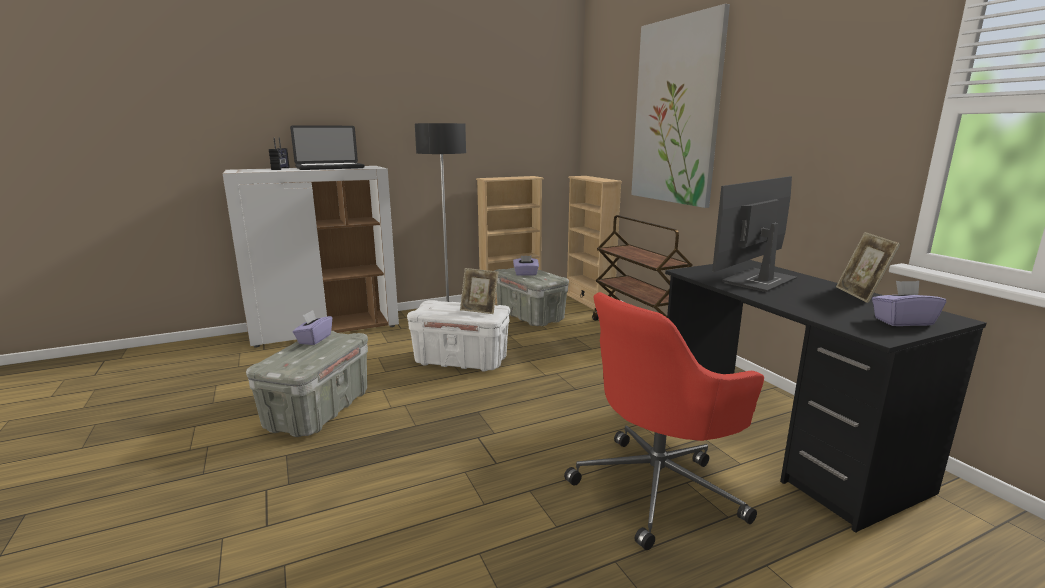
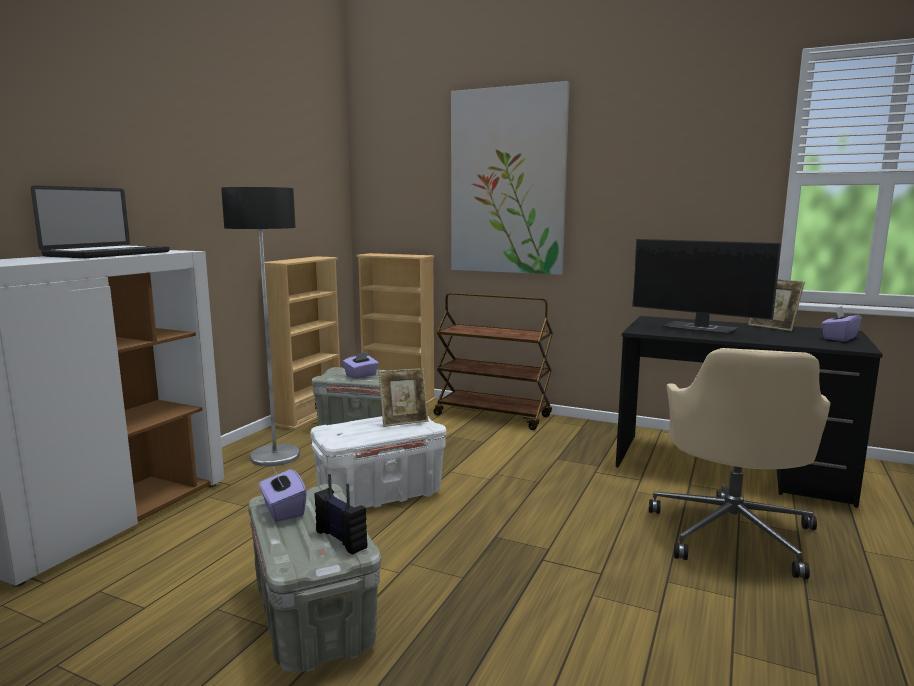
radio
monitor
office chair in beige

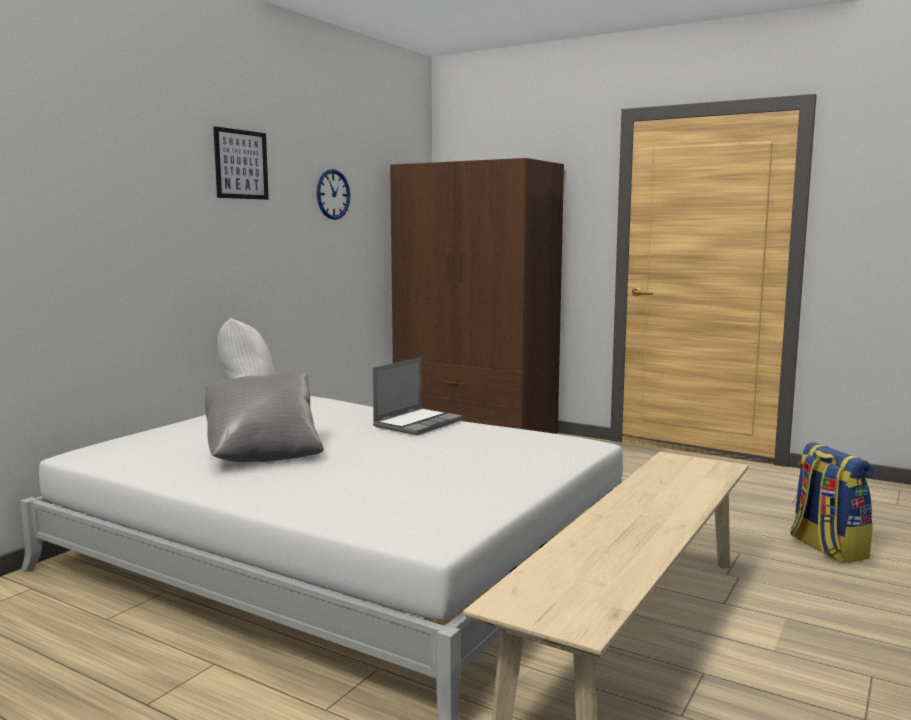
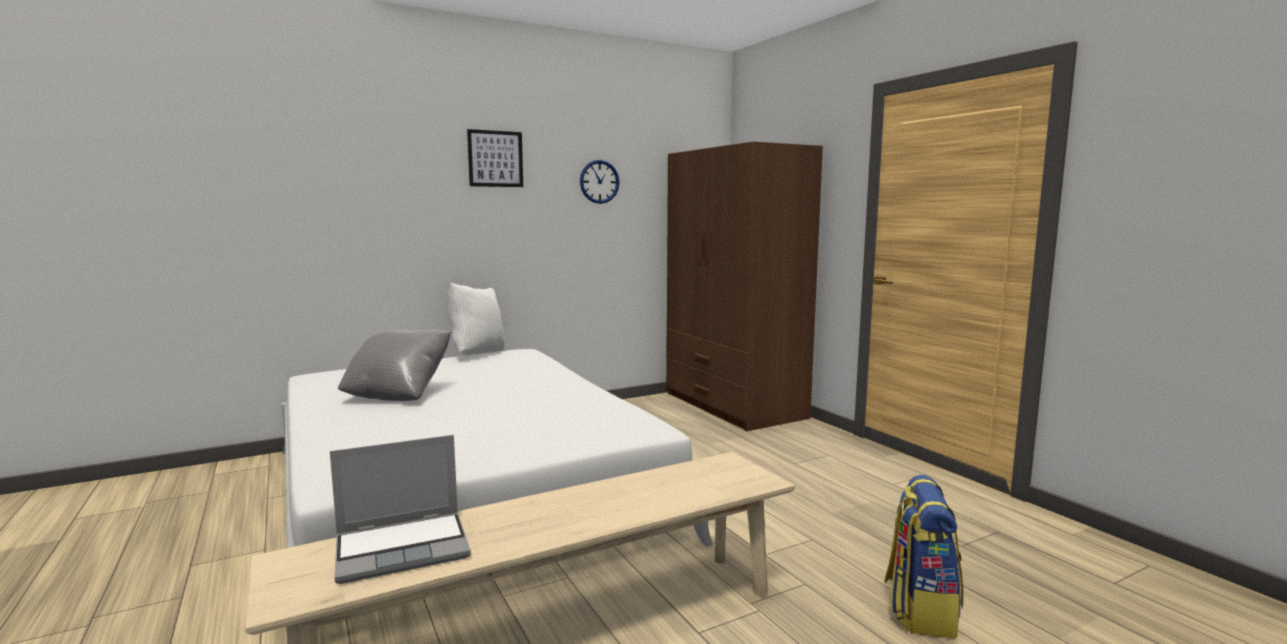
laptop

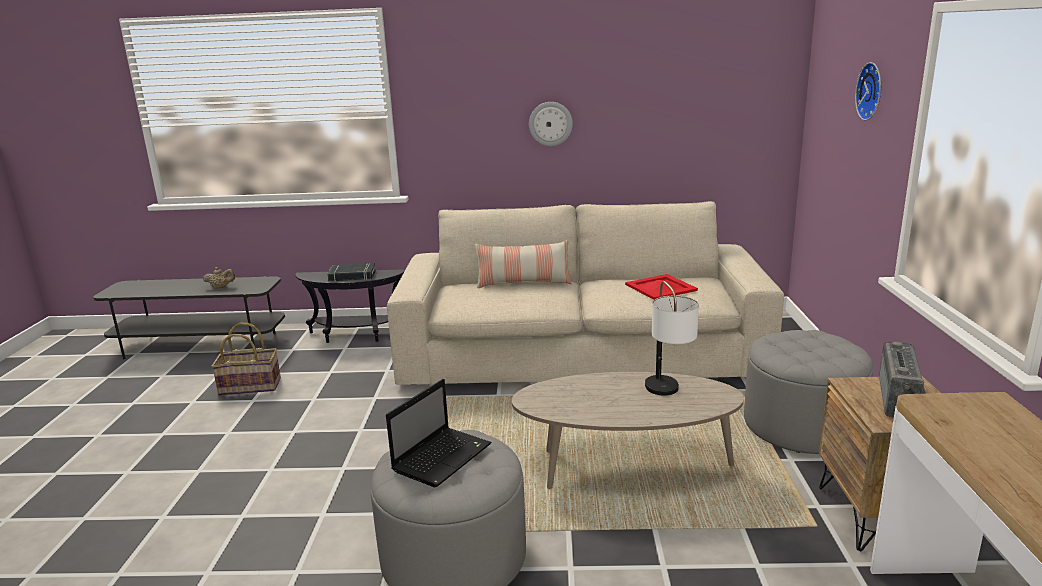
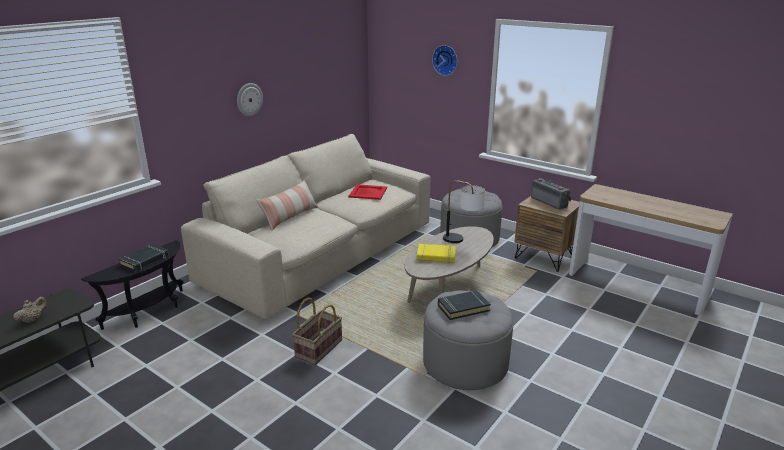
basket
book in black (no. 2 from left)
book in yellow

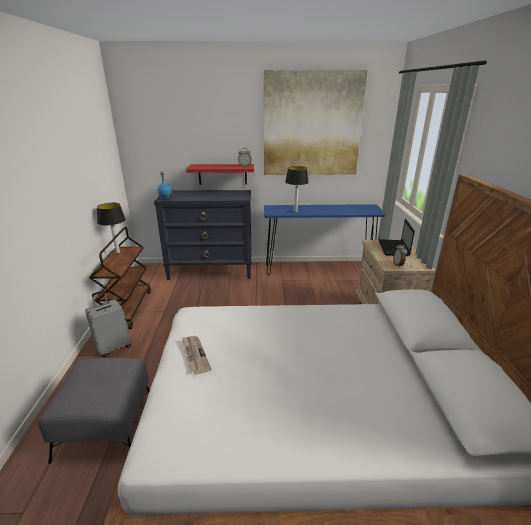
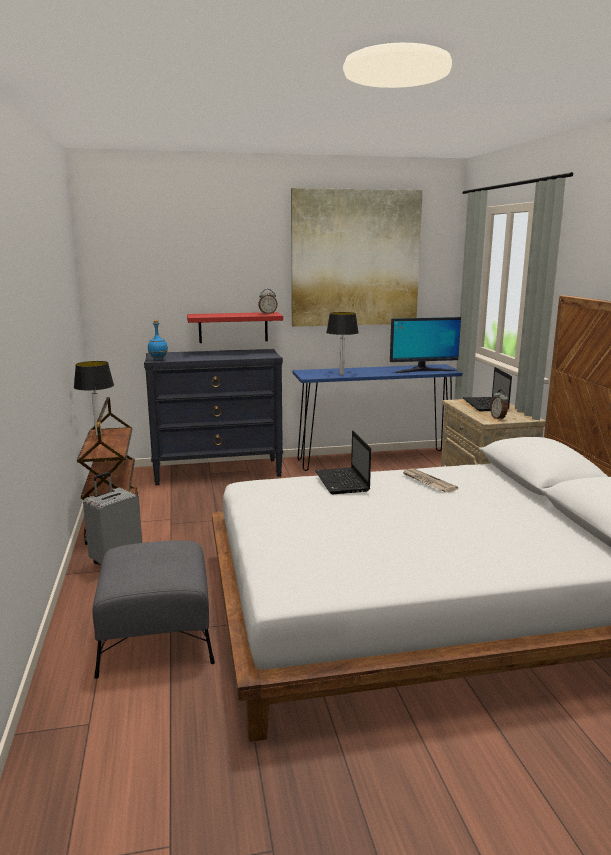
newspaper
monitor
laptop (no. 1 from left)

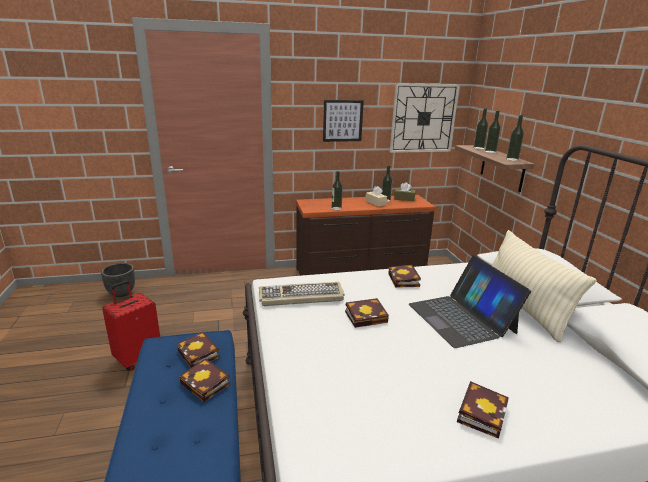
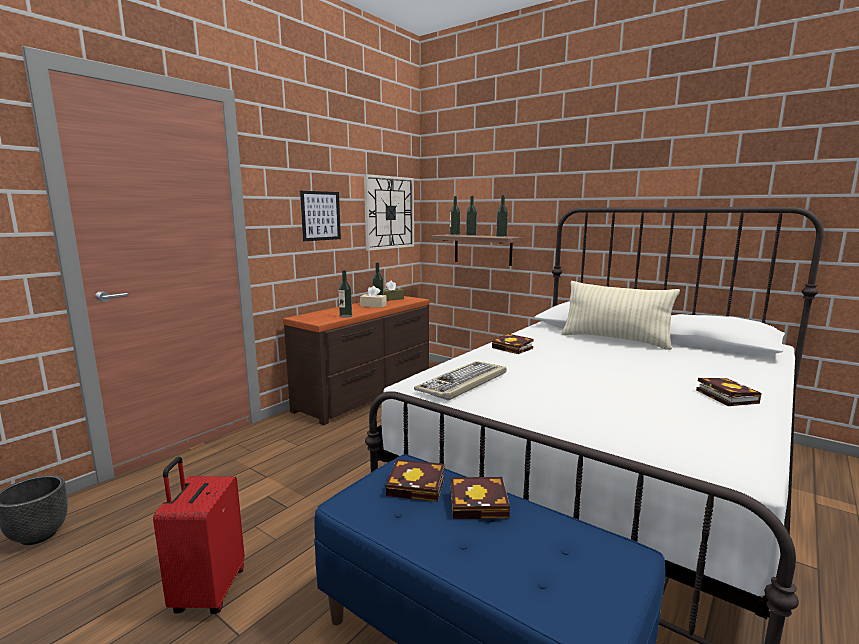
laptop
book (no. 3 from left in the first image)

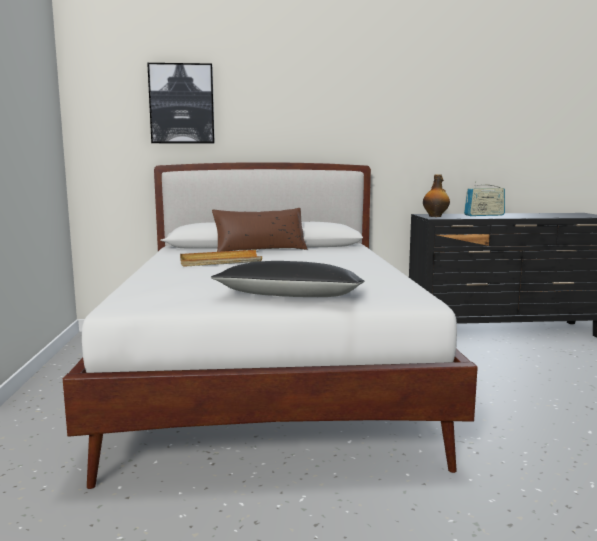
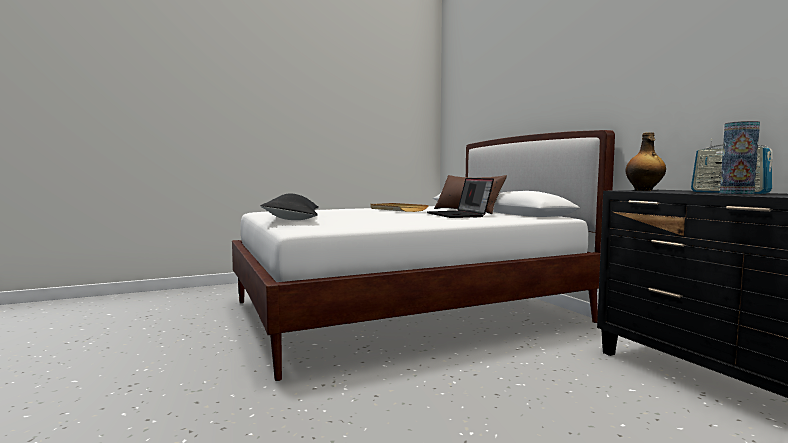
picture
vase
laptop

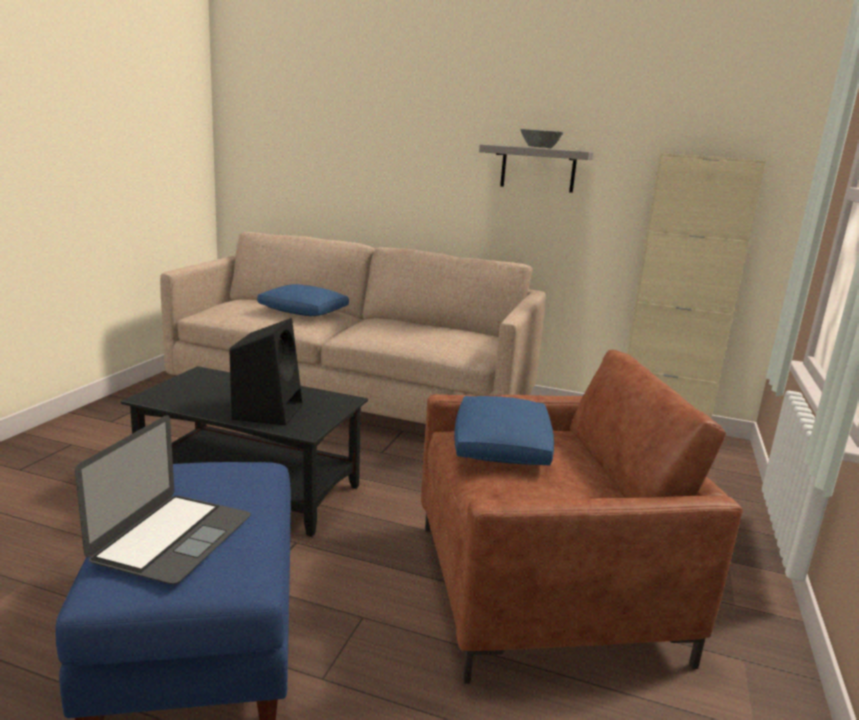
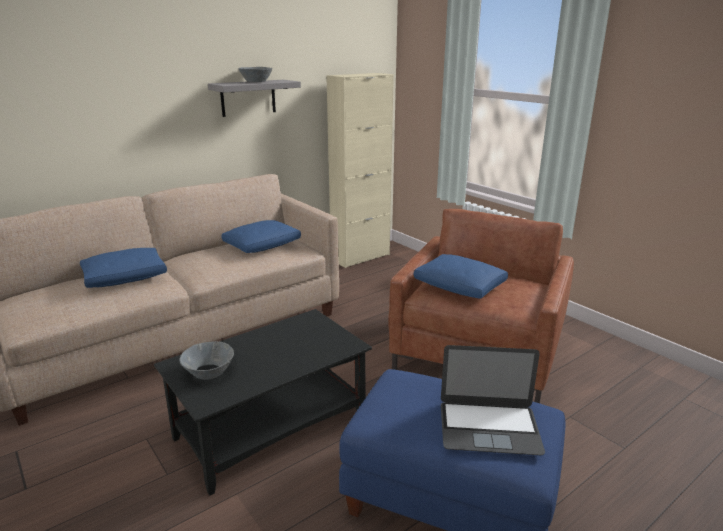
speaker in black
laptop
pillow in blue (no. 2 from left)
bowl in grey (no. 1 from left)

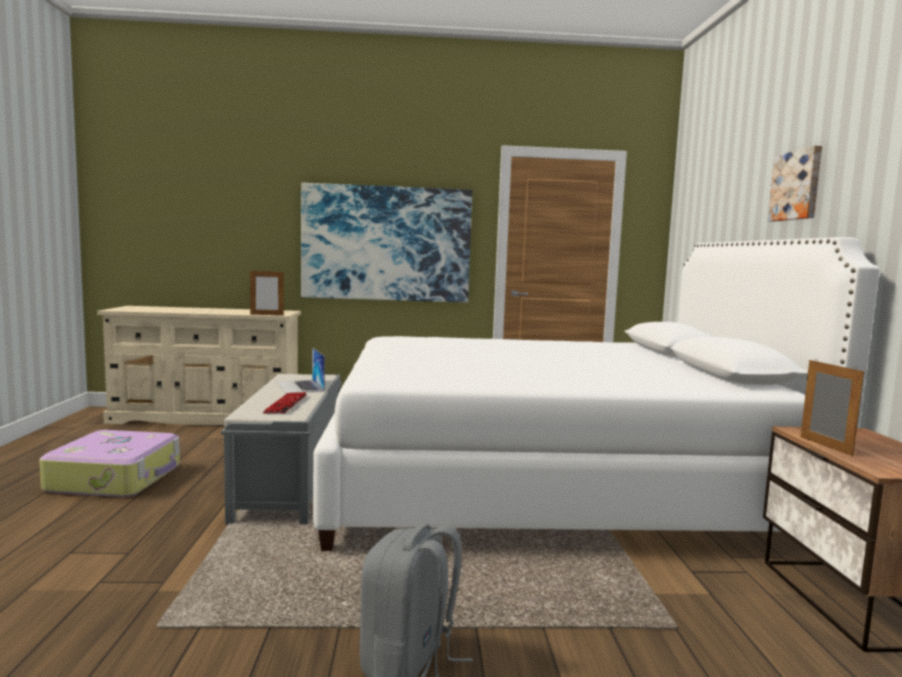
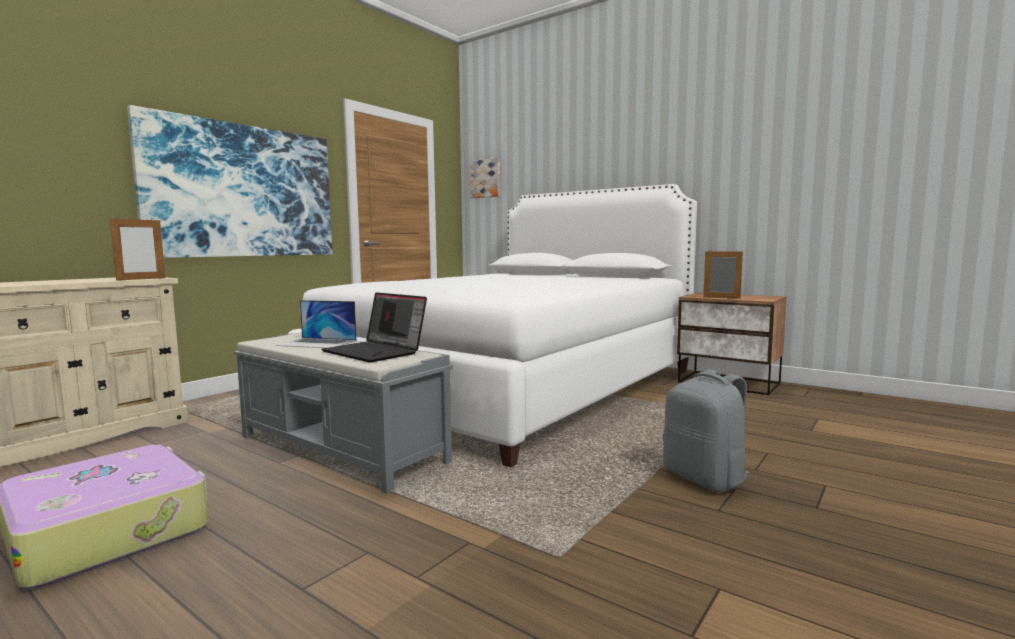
picture (no. 2 from left)
laptop (no. 2 from left)

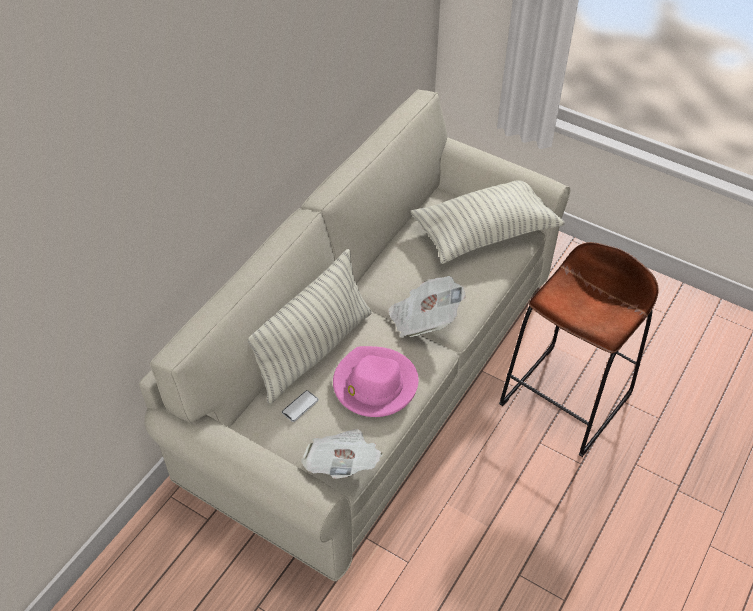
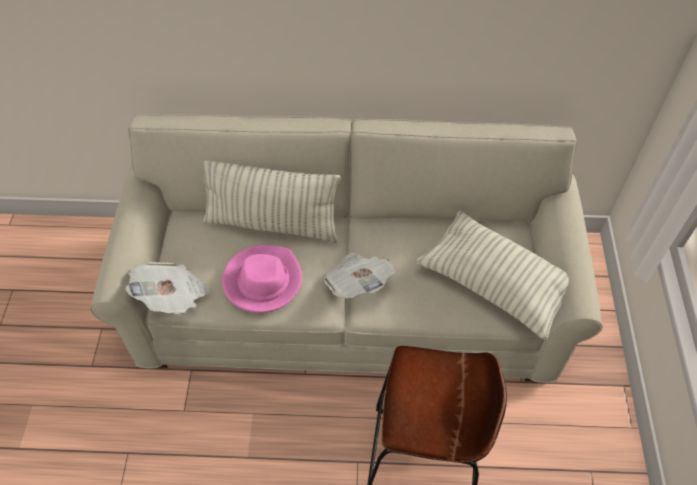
phone

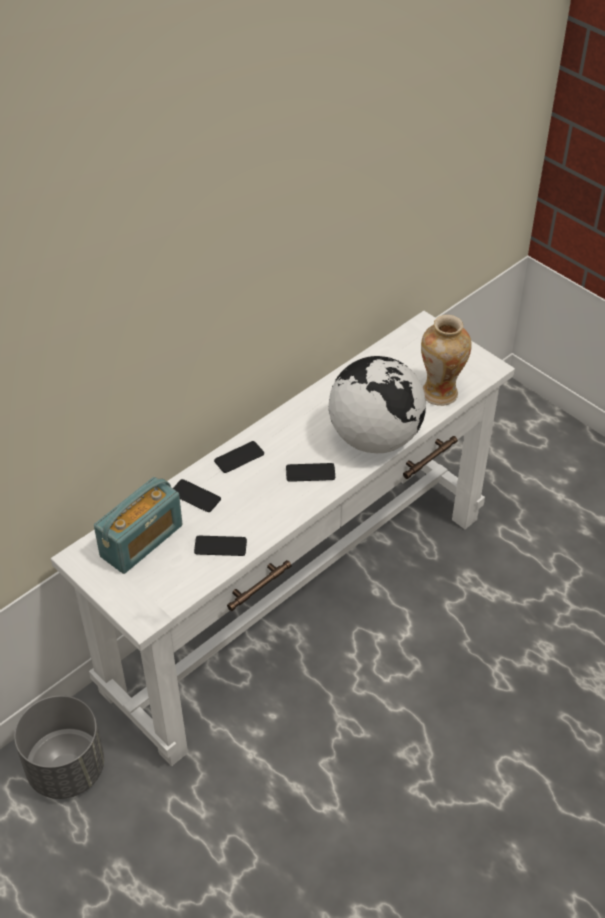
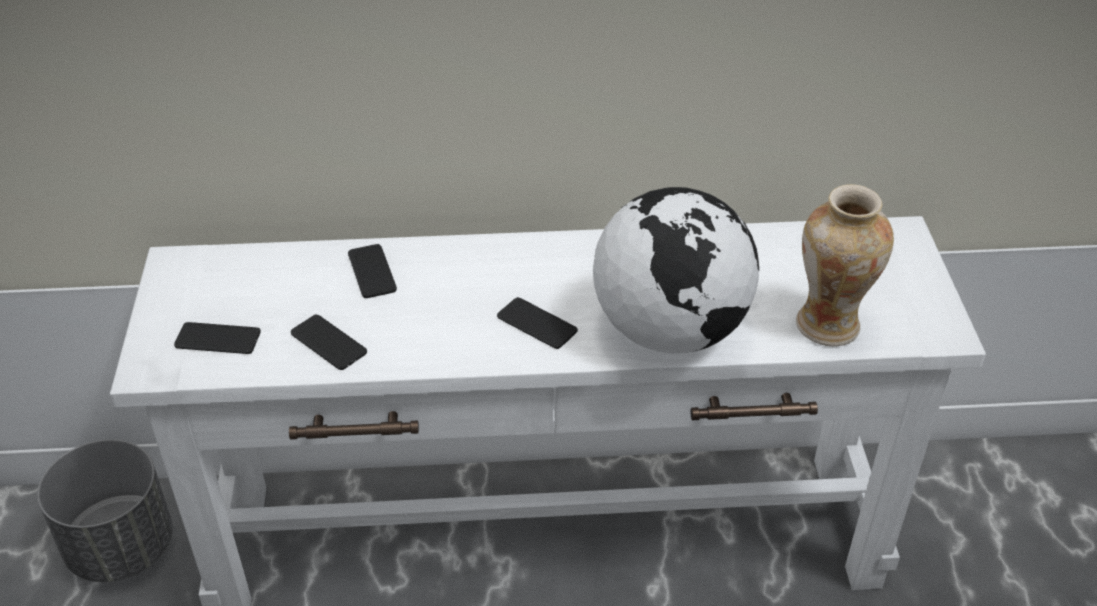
phone (no. 1 from left)
radio

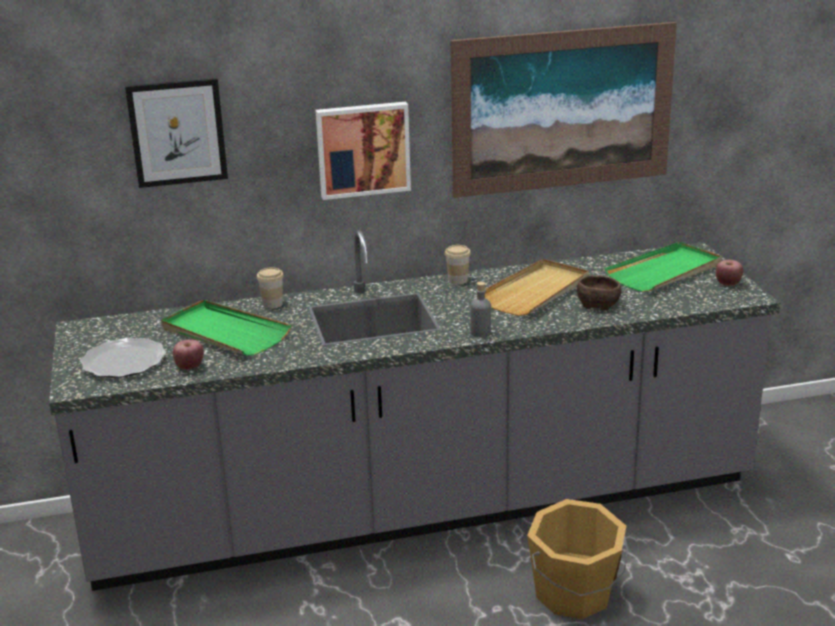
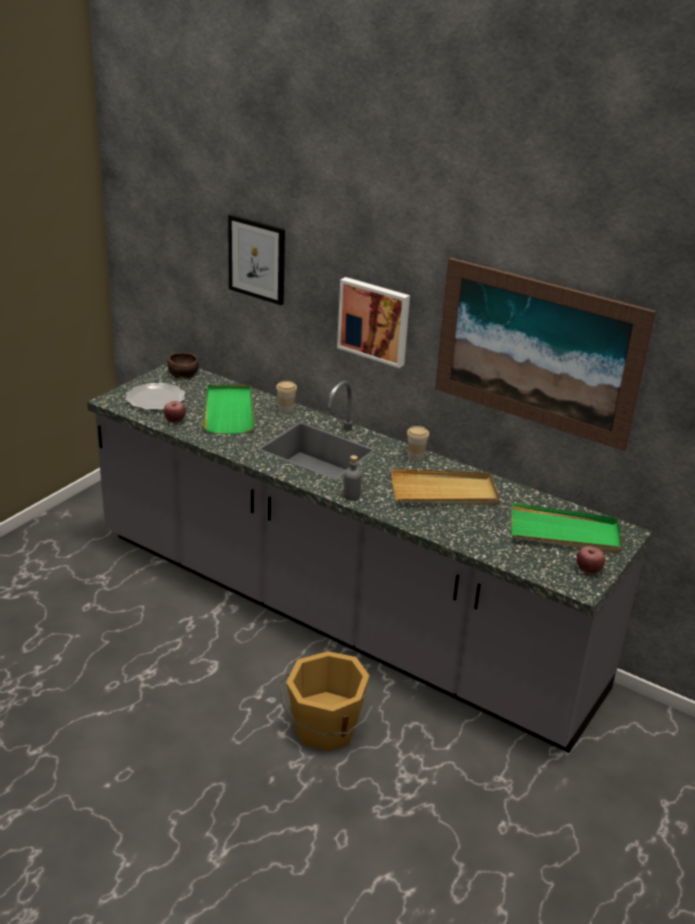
bowl in brown

